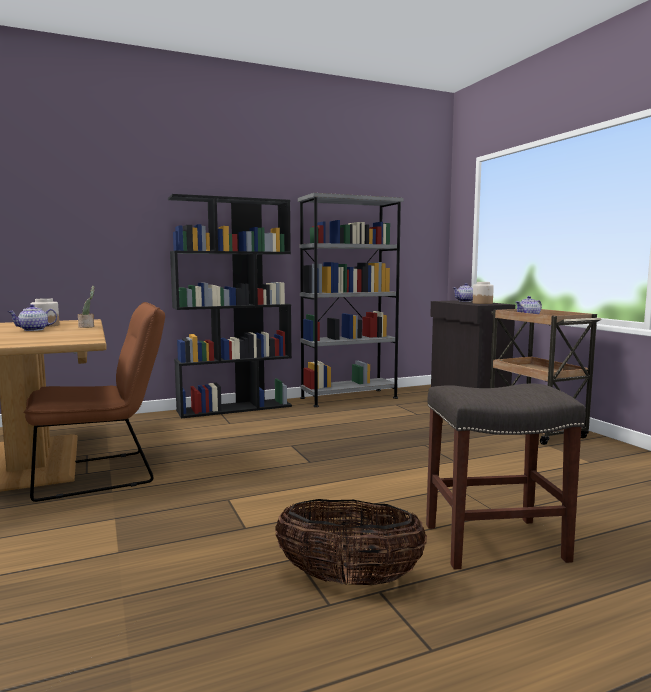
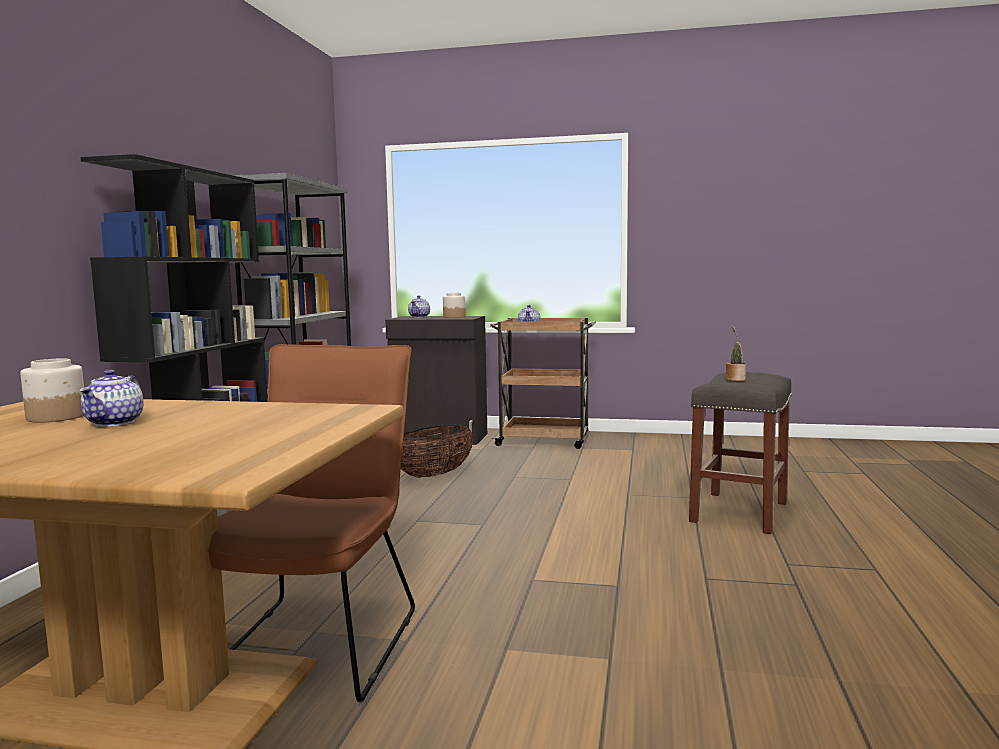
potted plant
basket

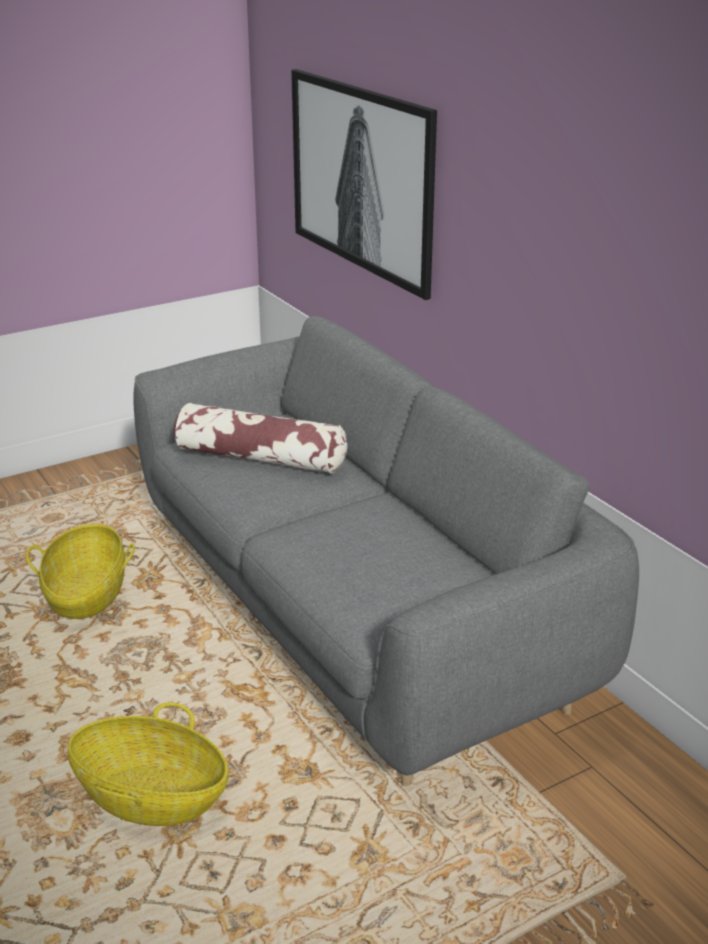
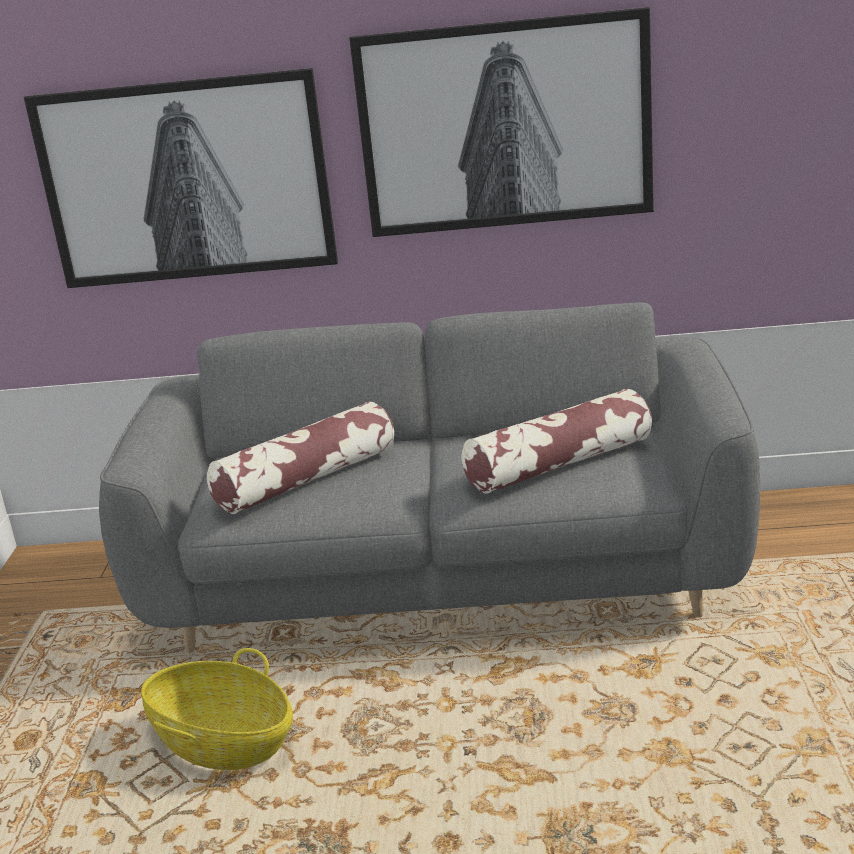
basket (no. 2 from left in the first image)
picture (no. 2 from left)
pillow (no. 2 from left)

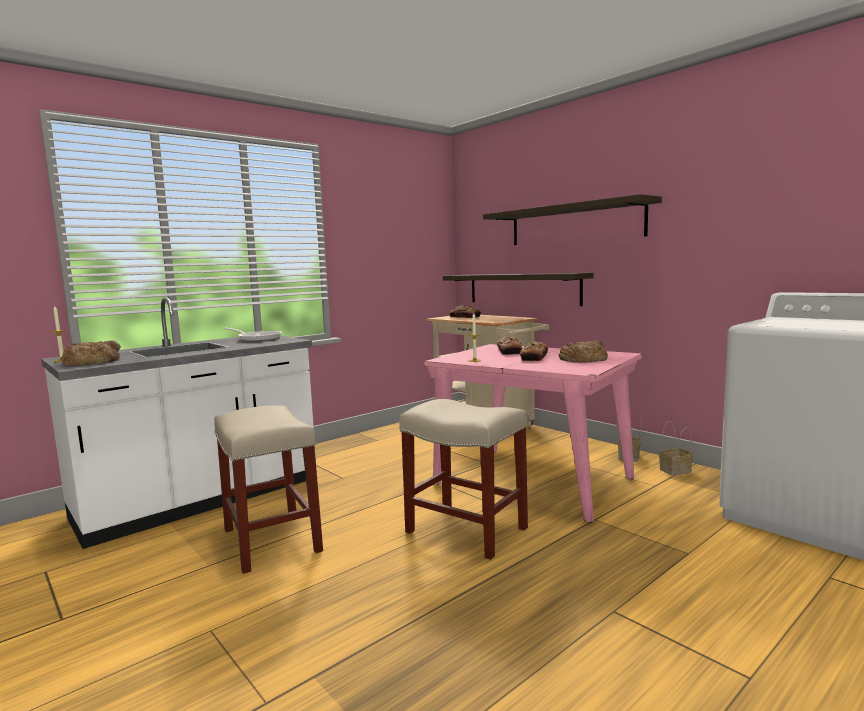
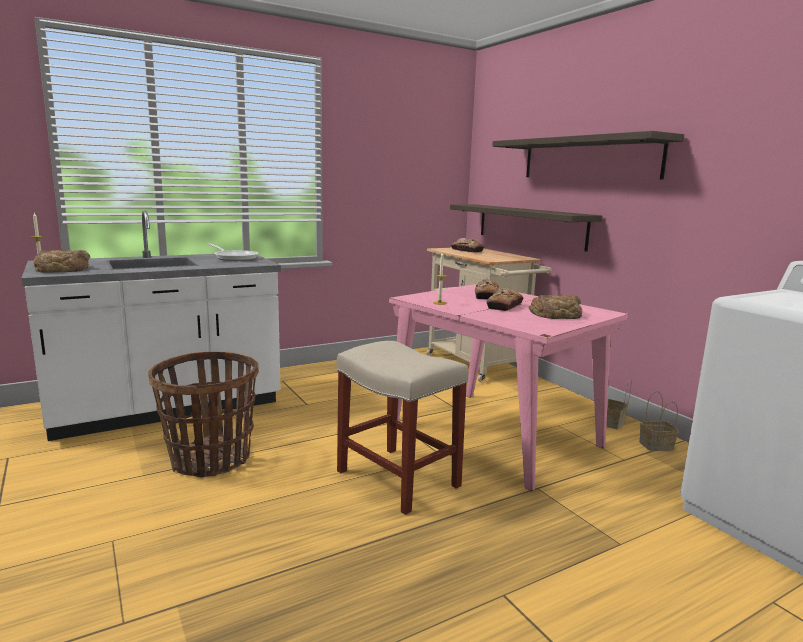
basket (no. 1 from left)

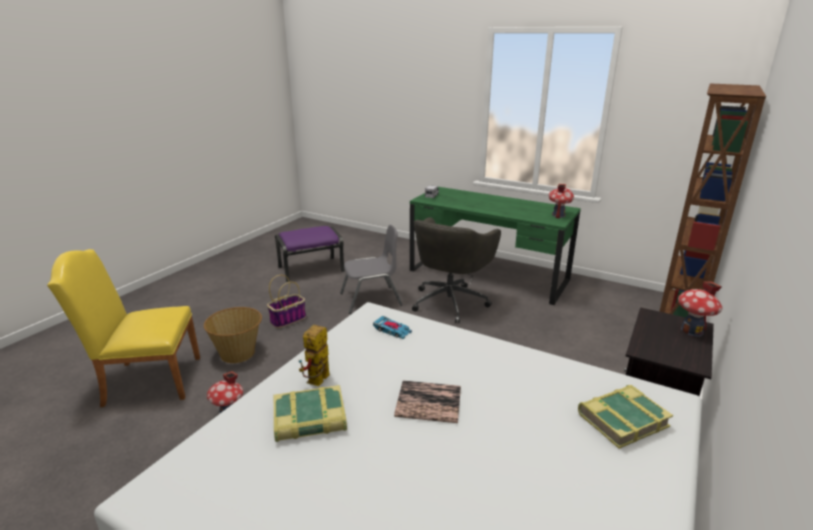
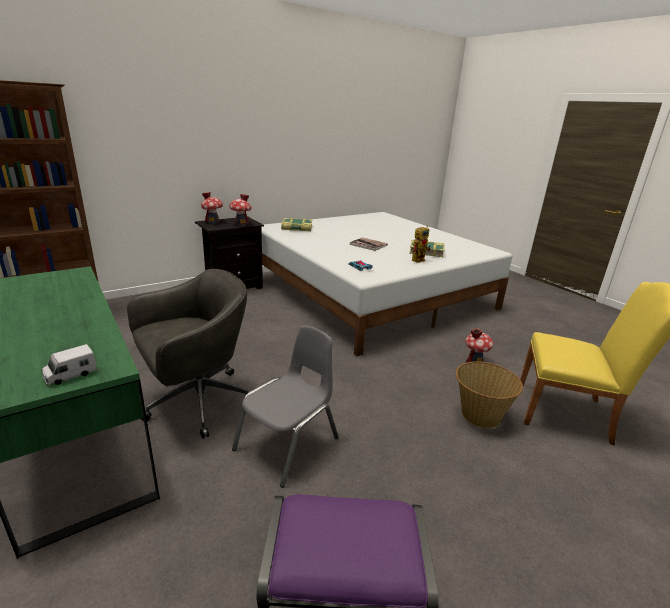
toy house (no. 2 from left)
chair in grey
basket (no. 2 from left in the first image)

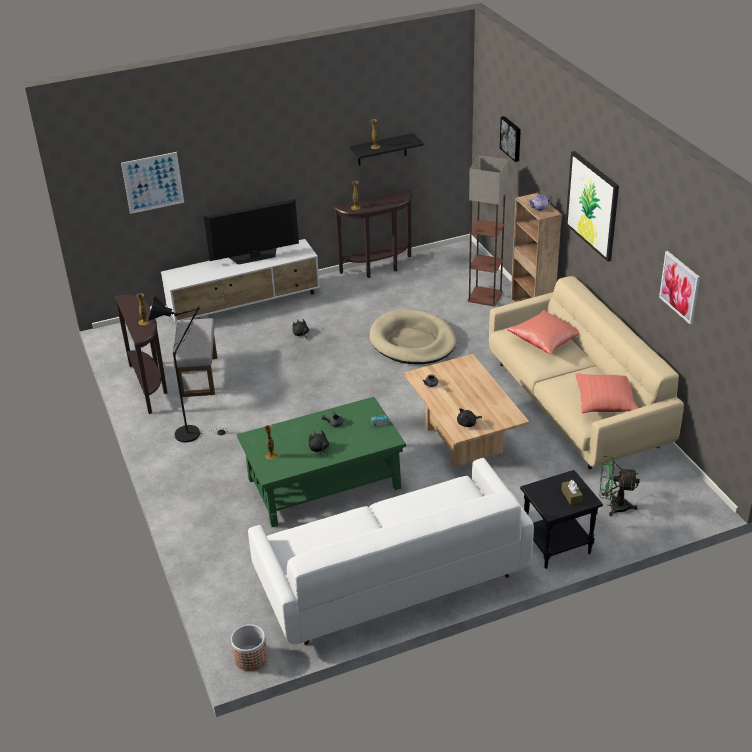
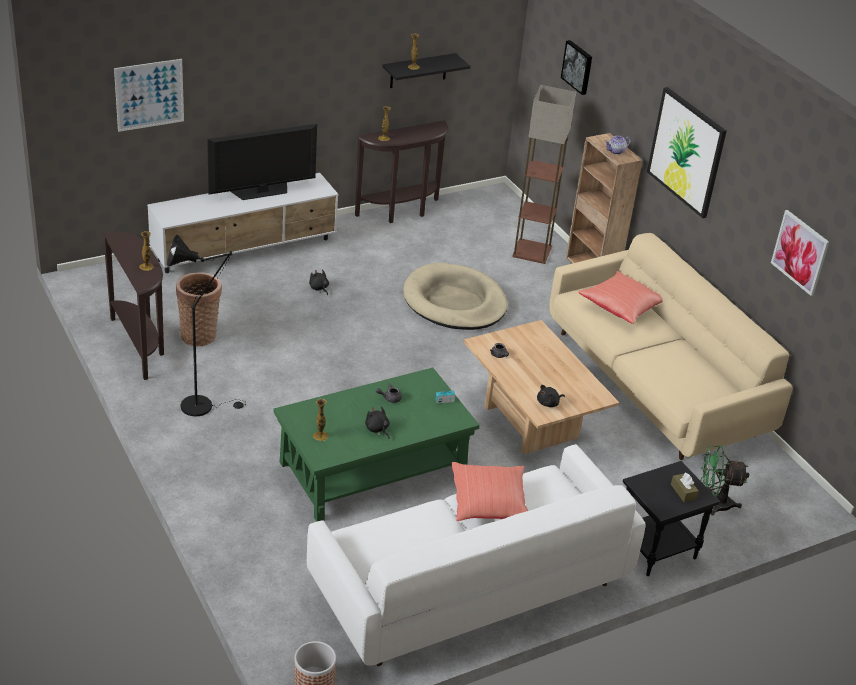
basket
pillow in red (no. 1 from left)

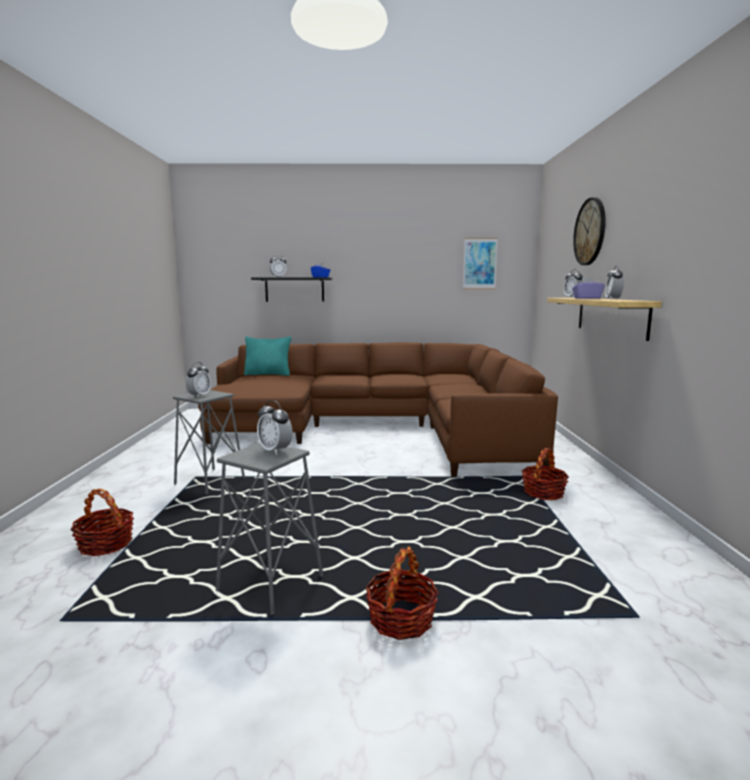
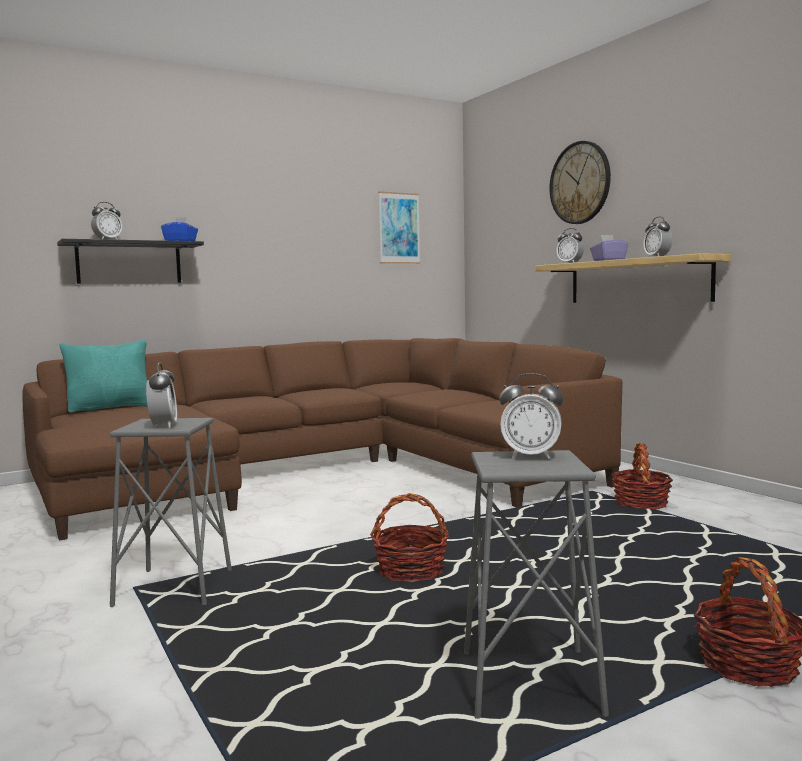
basket (no. 1 from left)

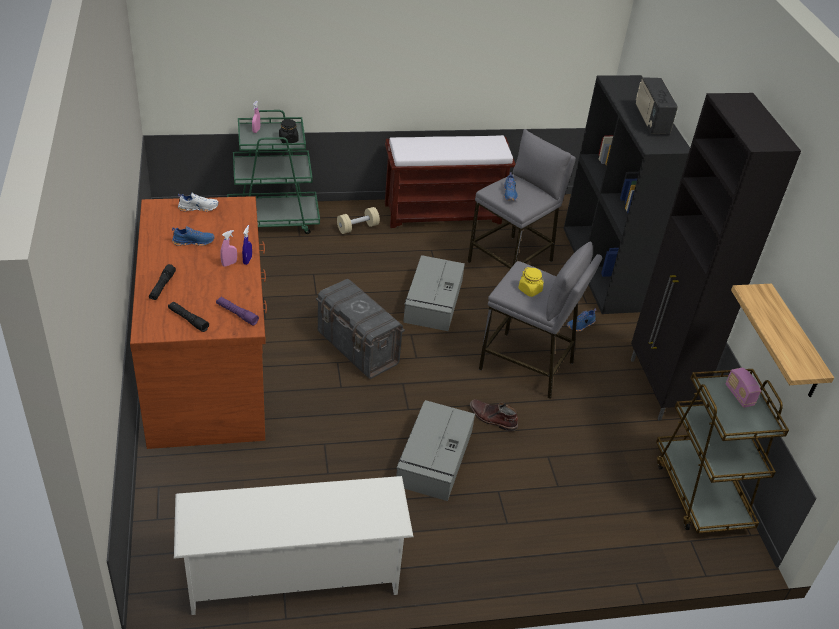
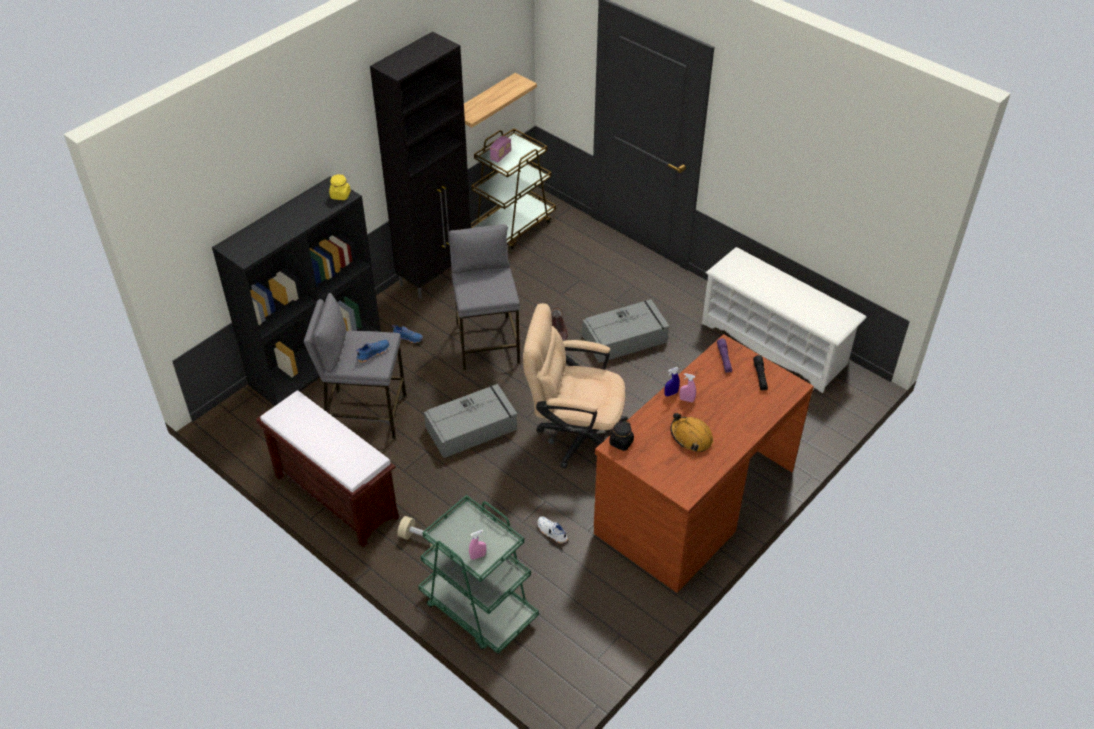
radio (no. 1 from left in the first image)
jar in black
shoe in white
hard hat in orange
flashlight in black (no. 1 from left in the first image)
jar in yellow
office chair in beige

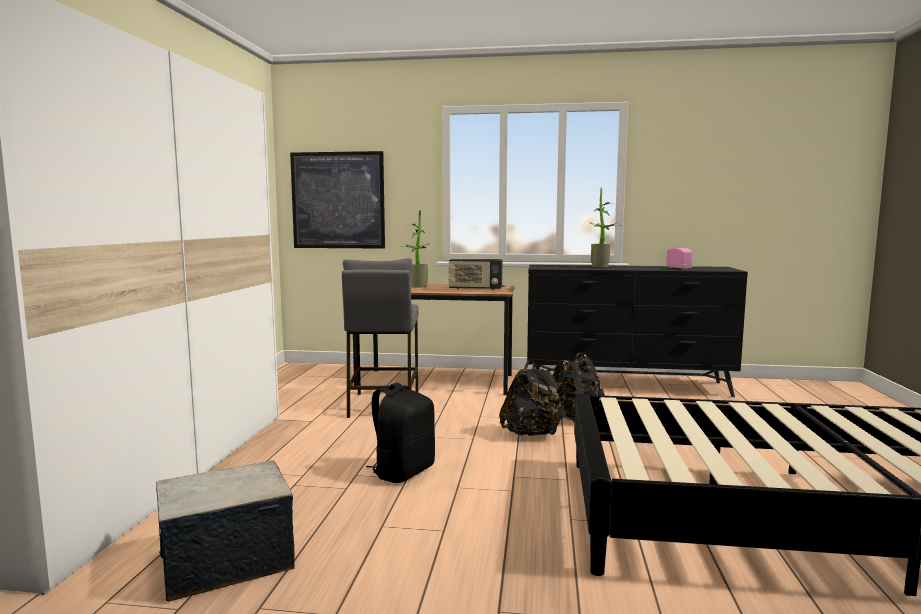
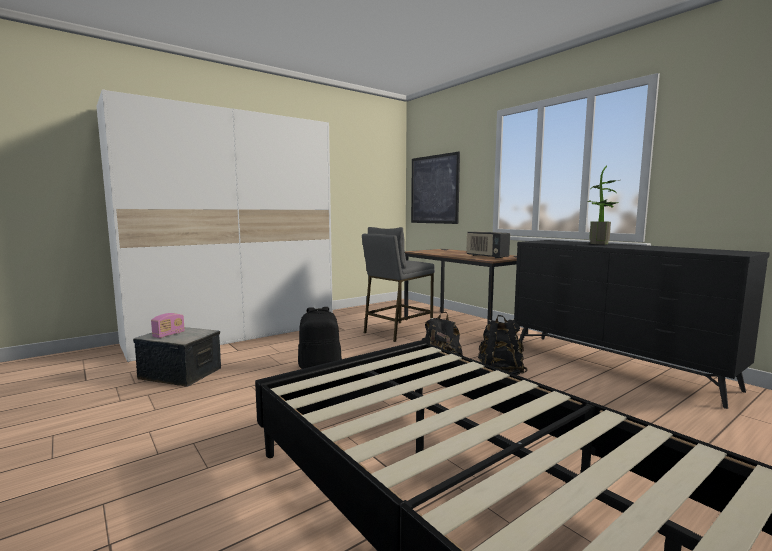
potted plant (no. 1 from left in the first image)
radio (no. 1 from left)

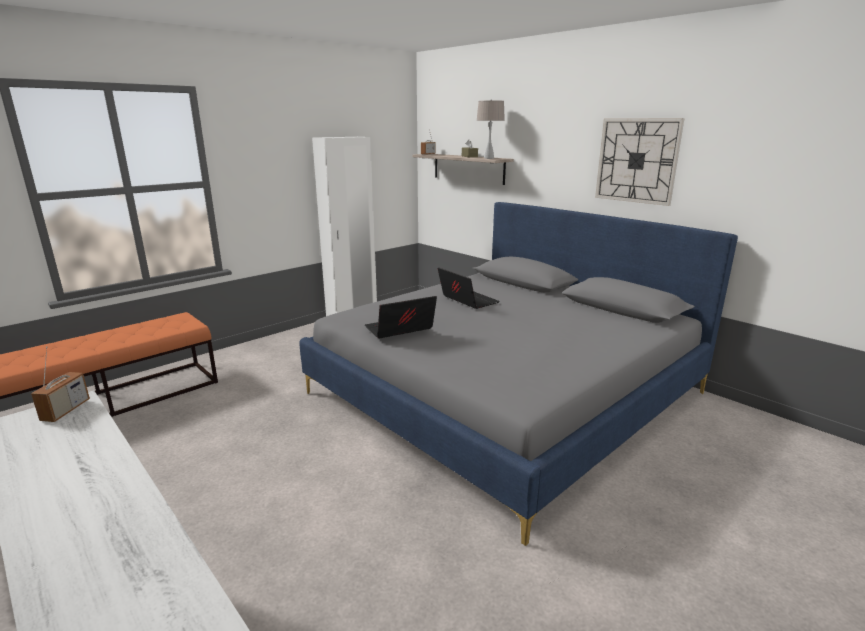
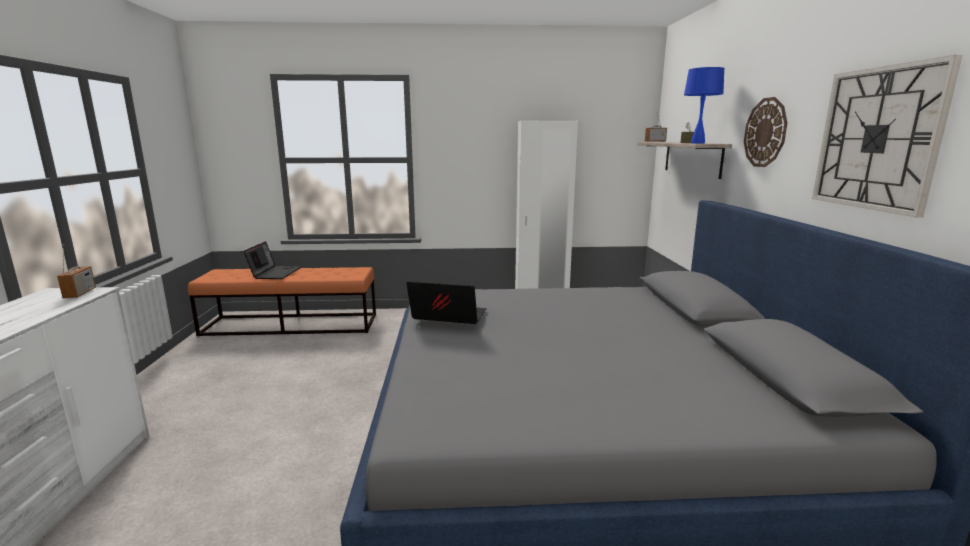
table lamp in blue
laptop (no. 1 from left)
radio (no. 1 from left)
wall clock (no. 1 from left)

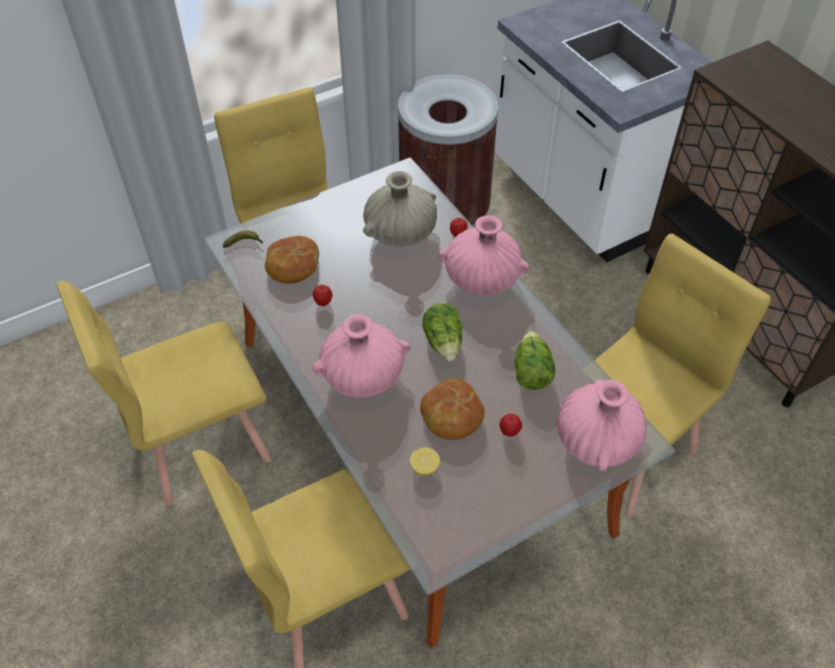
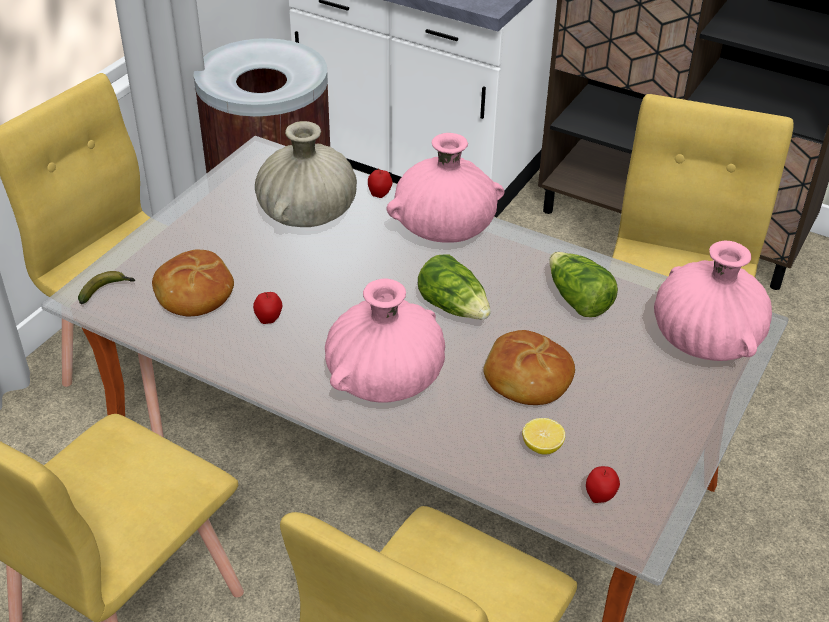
apple (no. 3 from left)

